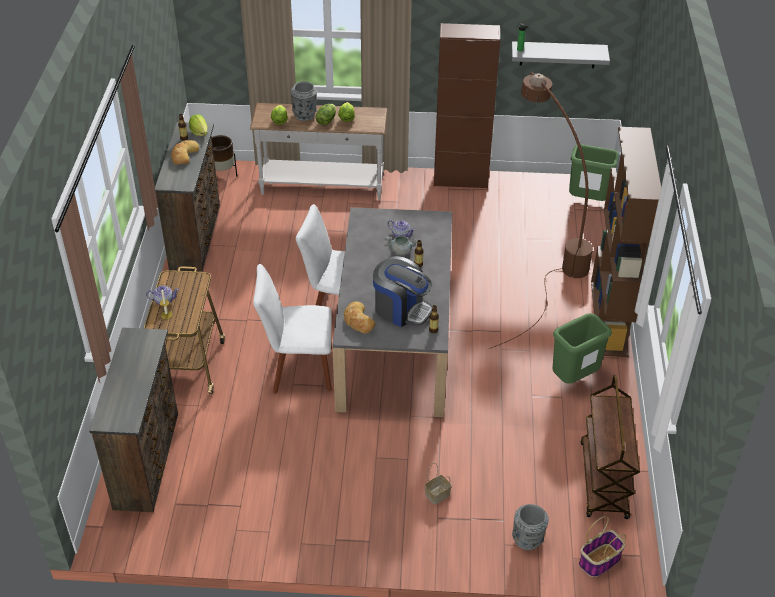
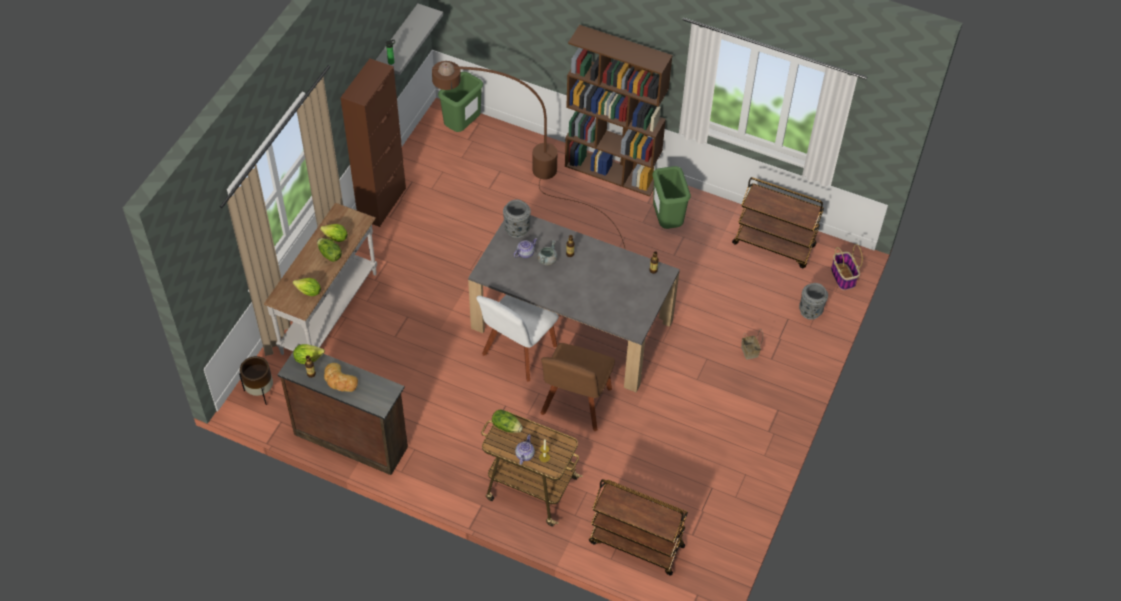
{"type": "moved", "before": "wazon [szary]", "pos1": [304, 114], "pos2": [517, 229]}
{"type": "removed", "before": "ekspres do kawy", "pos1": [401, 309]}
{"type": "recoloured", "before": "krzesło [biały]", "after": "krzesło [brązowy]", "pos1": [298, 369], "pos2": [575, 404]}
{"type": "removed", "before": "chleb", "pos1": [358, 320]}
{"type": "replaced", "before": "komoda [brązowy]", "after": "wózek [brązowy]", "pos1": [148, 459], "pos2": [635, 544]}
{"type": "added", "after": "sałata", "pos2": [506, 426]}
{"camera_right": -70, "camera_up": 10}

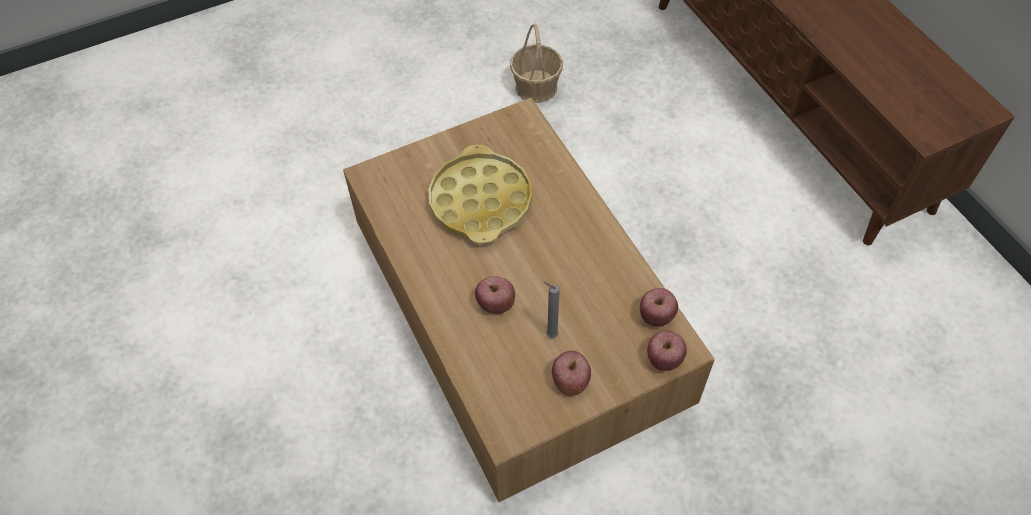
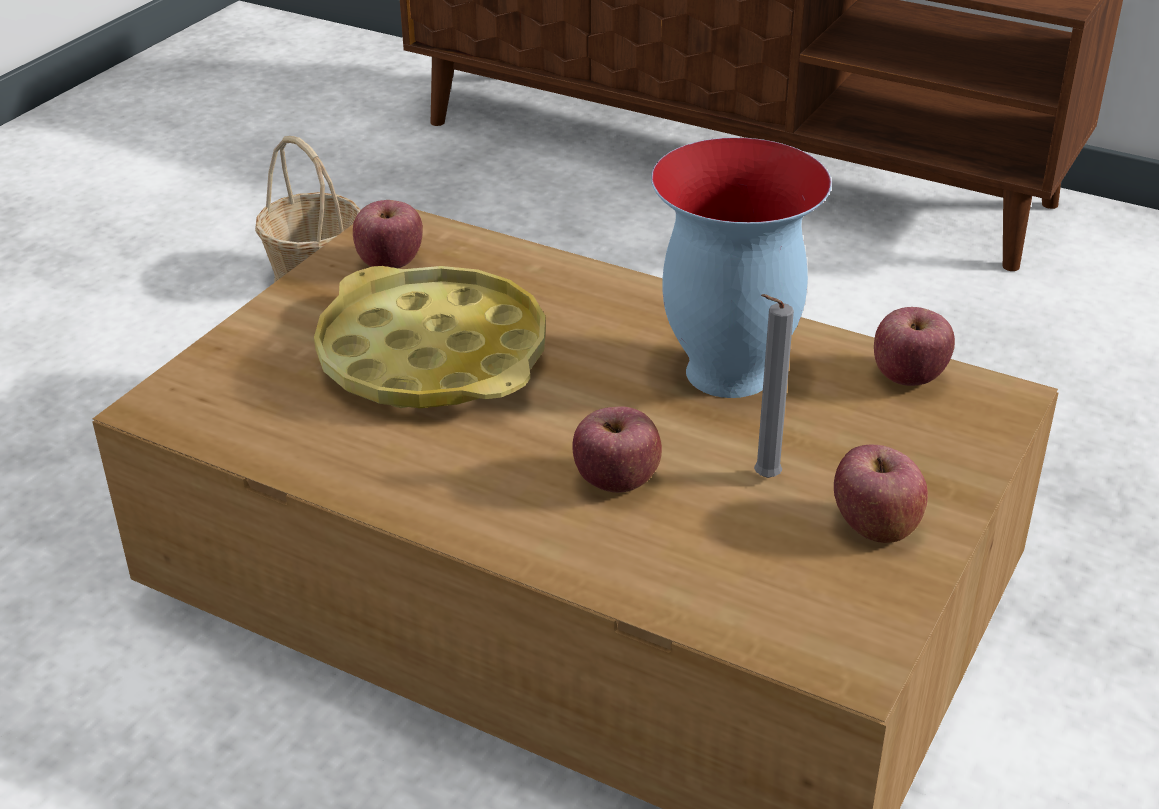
{"type": "moved", "before": "jabłko", "pos1": [664, 359], "pos2": [390, 263]}
{"type": "added", "after": "wazon", "pos2": [725, 372]}
{"camera_right": -35, "camera_up": -20}

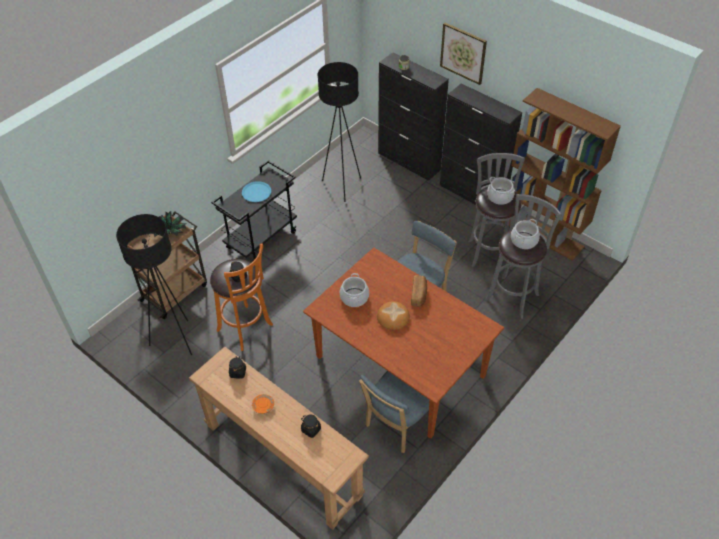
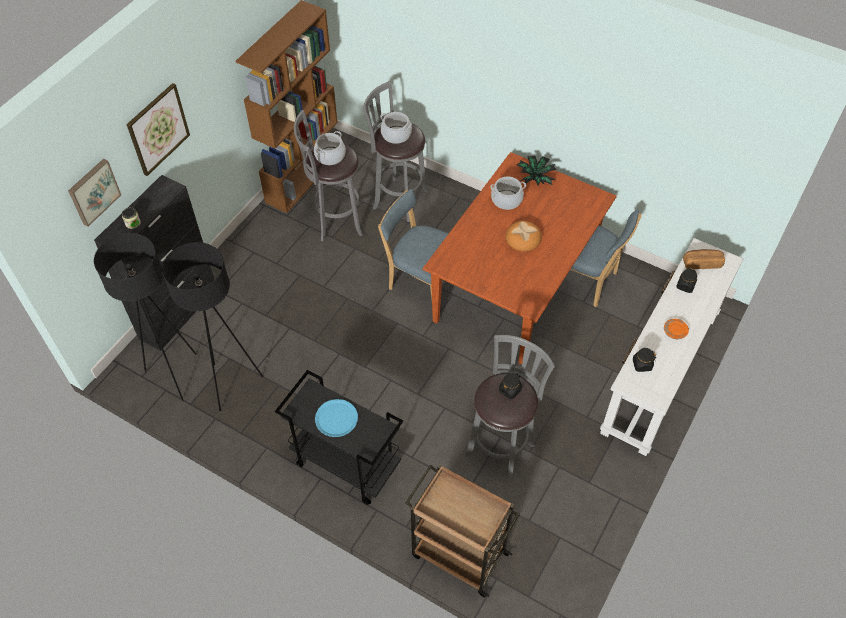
{"type": "removed", "before": "szafka [czarny]", "pos1": [472, 194]}
{"type": "moved", "before": "roślina doniczkowa", "pos1": [170, 232], "pos2": [535, 178]}
{"type": "moved", "before": "lampa stojąca [czarny]", "pos1": [175, 340], "pos2": [174, 375]}
{"type": "recoloured", "before": "stołek [pomarańczowy]", "after": "stołek [szary]", "pos1": [247, 329], "pos2": [501, 447]}
{"type": "moved", "before": "garnek", "pos1": [354, 297], "pos2": [506, 200]}
{"type": "moved", "before": "chleb", "pos1": [419, 295], "pos2": [701, 263]}
{"type": "recoloured", "before": "stolik konsolowy [brązowy]", "after": "stolik konsolowy [biały]", "pos1": [283, 459], "pos2": [659, 373]}
{"type": "added", "after": "obraz", "pos2": [93, 191]}
{"camera_right": -100, "camera_up": 5}

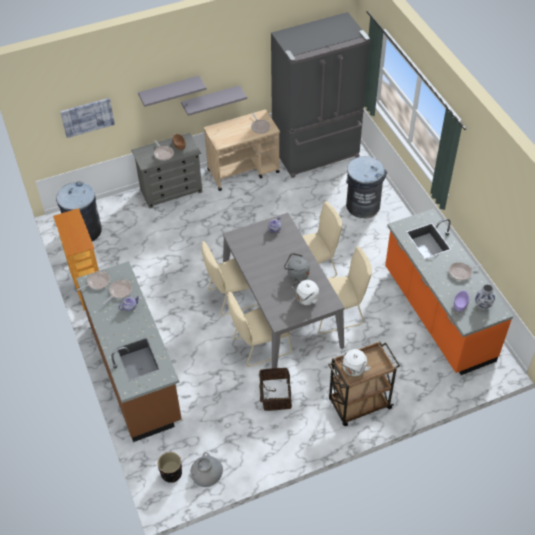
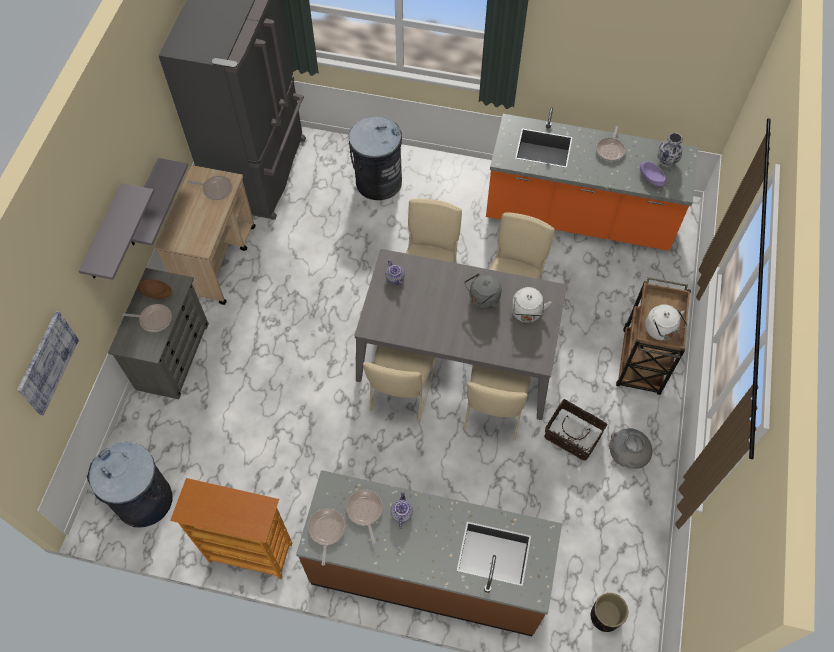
{"type": "moved", "before": "wazon [szary]", "pos1": [206, 472], "pos2": [630, 449]}
{"camera_right": -55, "camera_up": 10}

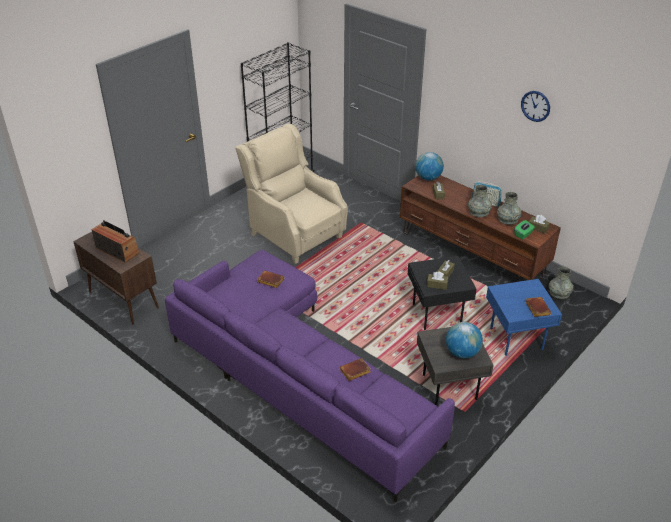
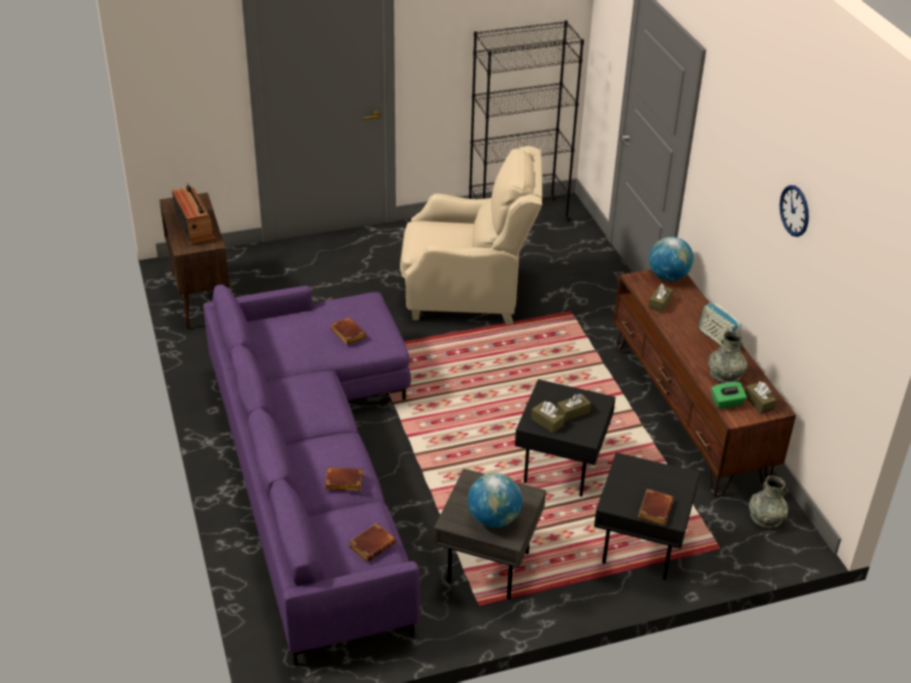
{"type": "turned", "before": "fotel [beżowy]", "pos1": [294, 234], "pos2": [469, 294], "turn": 105}
{"type": "removed", "before": "wazon [szary]", "pos1": [479, 212]}
{"type": "recoloured", "before": "stolik [niebieski]", "after": "stolik [czarny]", "pos1": [515, 340], "pos2": [637, 550]}
{"type": "added", "after": "książka [brązowy]", "pos2": [372, 544]}
{"camera_right": 30, "camera_up": 0}

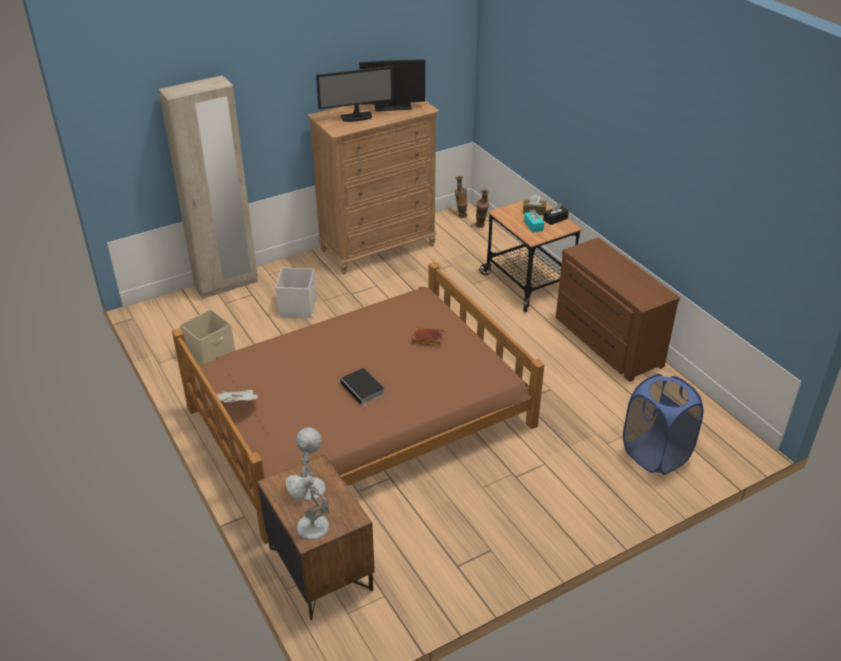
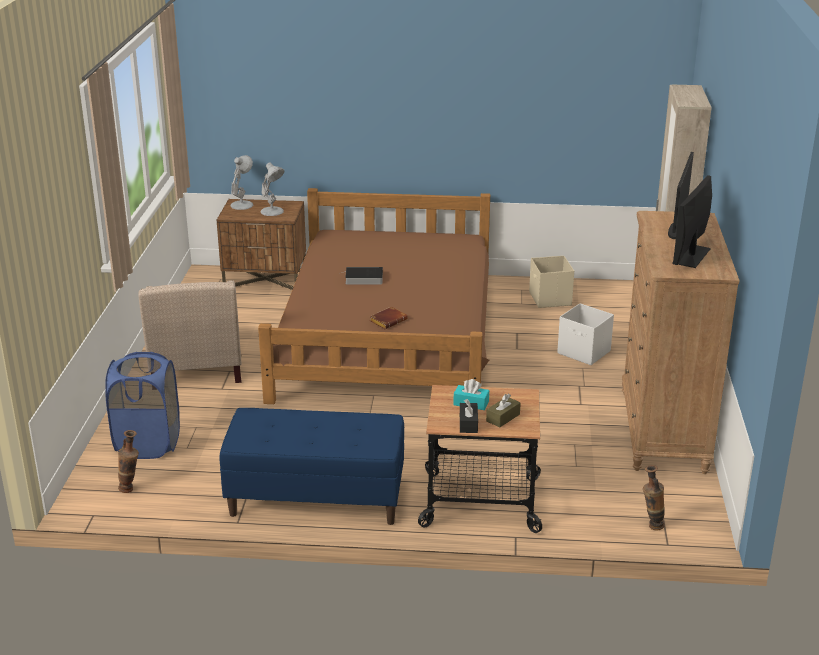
{"type": "moved", "before": "wazon", "pos1": [460, 215], "pos2": [131, 489]}
{"type": "replaced", "before": "komoda [brązowy]", "after": "ławka [niebieski]", "pos1": [605, 342], "pos2": [315, 499]}
{"type": "removed", "before": "gazeta", "pos1": [238, 405]}
{"type": "added", "after": "fotel [beżowy]", "pos2": [195, 372]}
{"camera_right": 125, "camera_up": -10}

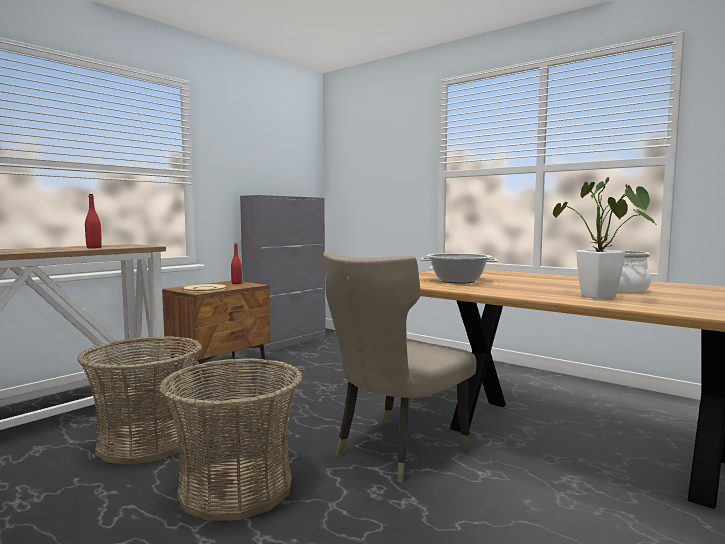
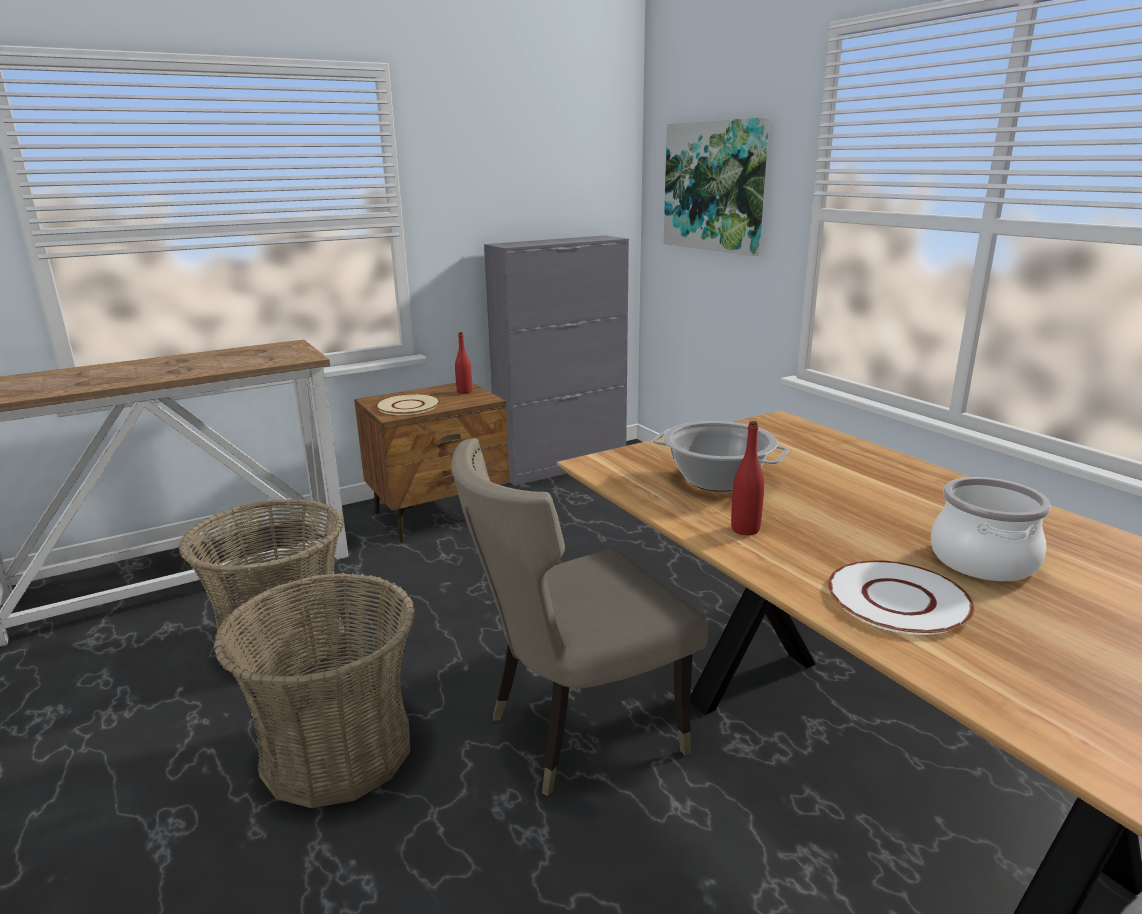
{"type": "replaced", "before": "roślina doniczkowa", "after": "talerz [biały]", "pos1": [603, 298], "pos2": [897, 600]}
{"type": "moved", "before": "butelka [czerwony]", "pos1": [94, 248], "pos2": [745, 529]}
{"type": "added", "after": "obraz", "pos2": [714, 186]}
{"camera_right": 20, "camera_up": 15}

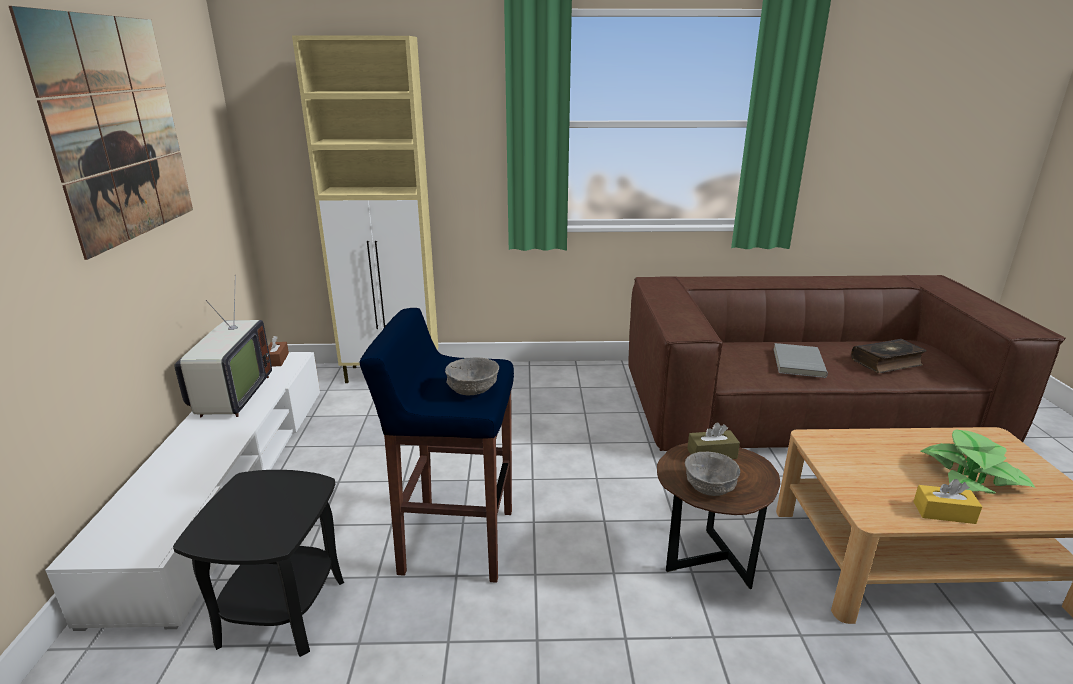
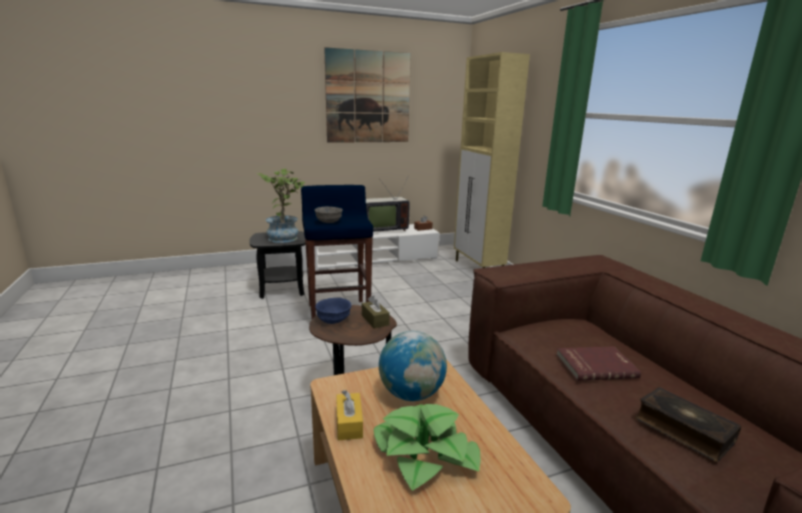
{"type": "recoloured", "before": "książka [szary]", "after": "książka [czerwony]", "pos1": [797, 362], "pos2": [595, 365]}
{"type": "recoloured", "before": "miska [szary]", "after": "miska [niebieski]", "pos1": [710, 487], "pos2": [333, 320]}
{"type": "added", "after": "roślina doniczkowa", "pos2": [285, 237]}
{"type": "added", "after": "globus", "pos2": [411, 394]}
{"camera_right": 70, "camera_up": -5}

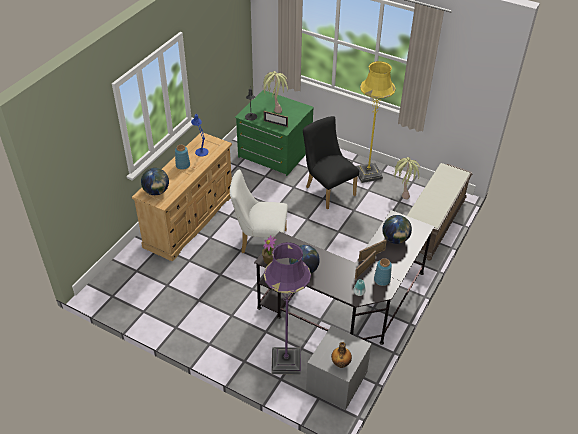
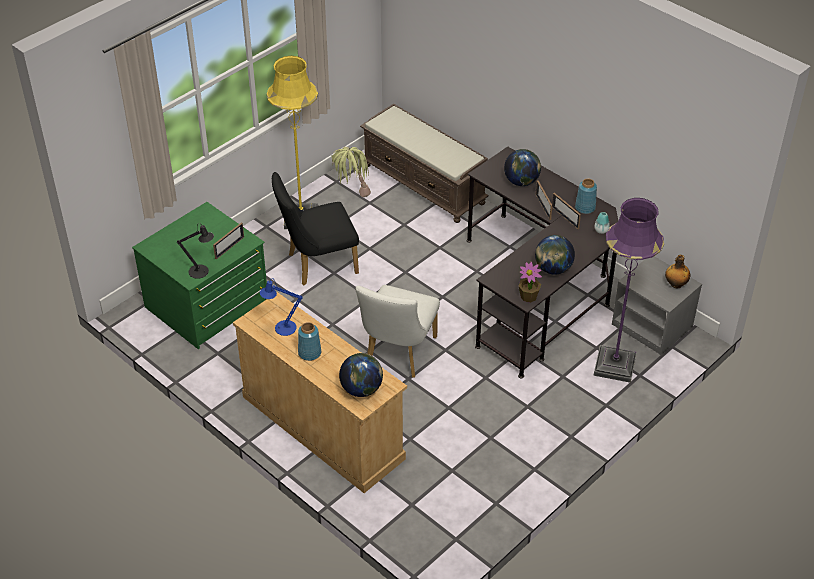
{"type": "removed", "before": "roślina doniczkowa", "pos1": [275, 107]}
{"camera_right": -75, "camera_up": 0}

